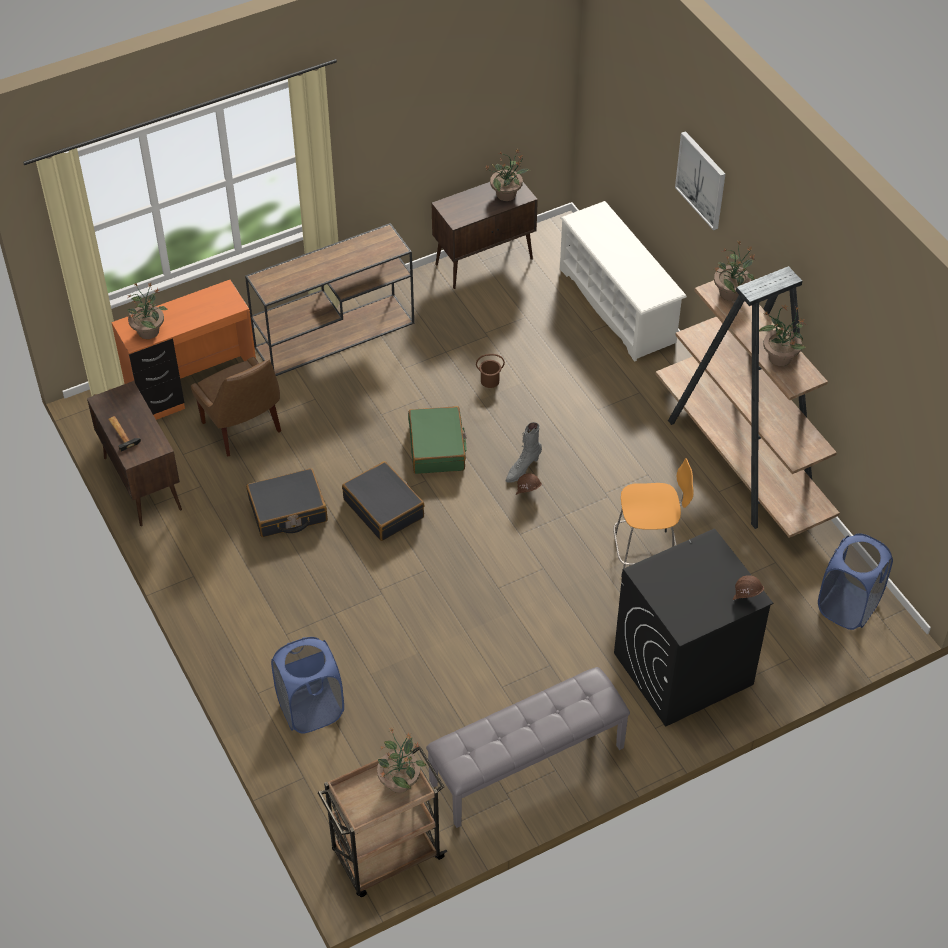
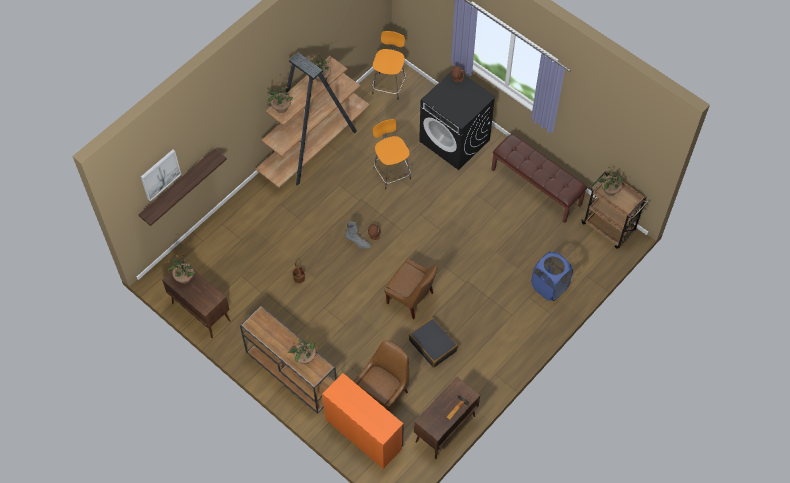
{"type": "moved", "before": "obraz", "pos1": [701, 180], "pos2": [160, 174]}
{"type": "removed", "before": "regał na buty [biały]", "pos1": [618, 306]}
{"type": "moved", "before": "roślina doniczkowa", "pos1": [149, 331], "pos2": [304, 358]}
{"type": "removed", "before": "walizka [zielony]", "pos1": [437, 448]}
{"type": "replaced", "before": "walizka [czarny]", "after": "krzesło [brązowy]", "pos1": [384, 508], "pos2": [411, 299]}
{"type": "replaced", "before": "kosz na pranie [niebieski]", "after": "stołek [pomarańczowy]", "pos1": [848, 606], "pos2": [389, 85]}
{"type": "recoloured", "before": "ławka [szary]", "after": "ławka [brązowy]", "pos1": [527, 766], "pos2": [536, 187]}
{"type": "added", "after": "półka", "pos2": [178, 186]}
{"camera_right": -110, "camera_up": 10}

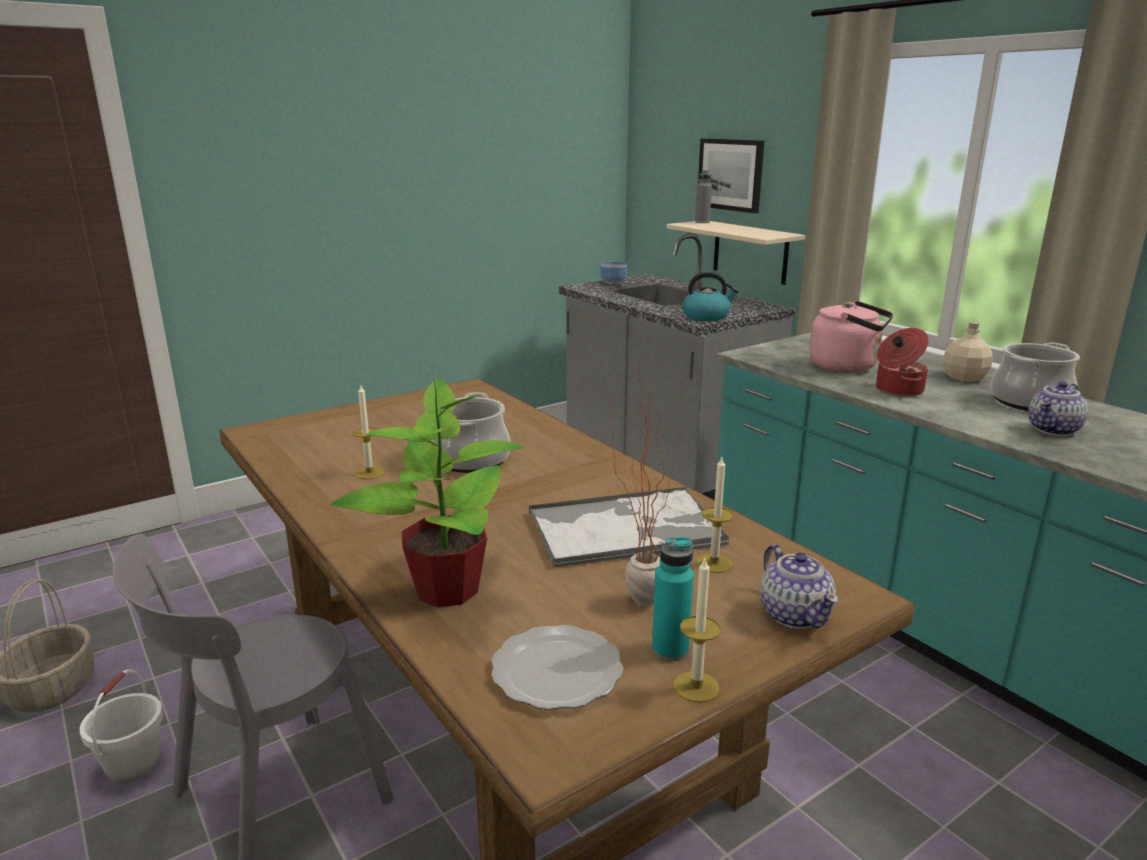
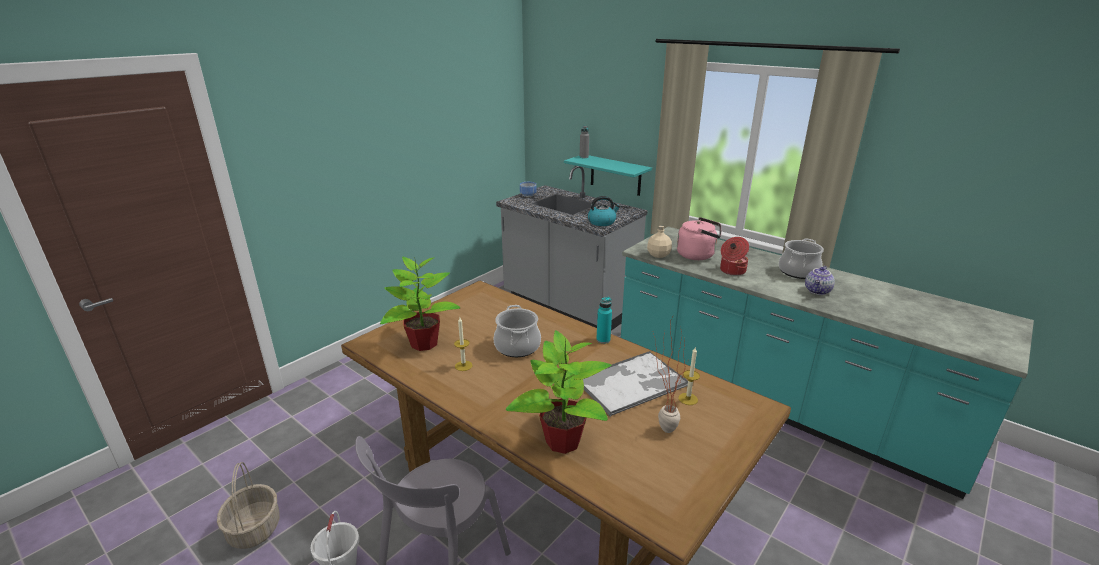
{"type": "removed", "before": "obraz", "pos1": [730, 174]}
{"type": "recoloured", "before": "półka [beżowy]", "after": "półka [turkusowy]", "pos1": [750, 252], "pos2": [615, 175]}
{"type": "moved", "before": "butelka [beżowy]", "pos1": [963, 378], "pos2": [658, 255]}
{"type": "moved", "before": "butelka [turkusowy]", "pos1": [670, 650], "pos2": [603, 340]}
{"type": "removed", "before": "imbryk", "pos1": [795, 614]}
{"type": "removed", "before": "świeca", "pos1": [696, 687]}
{"type": "removed", "before": "talerz", "pos1": [558, 670]}
{"type": "added", "after": "roślina doniczkowa", "pos2": [423, 343]}
{"camera_right": -15, "camera_up": 5}

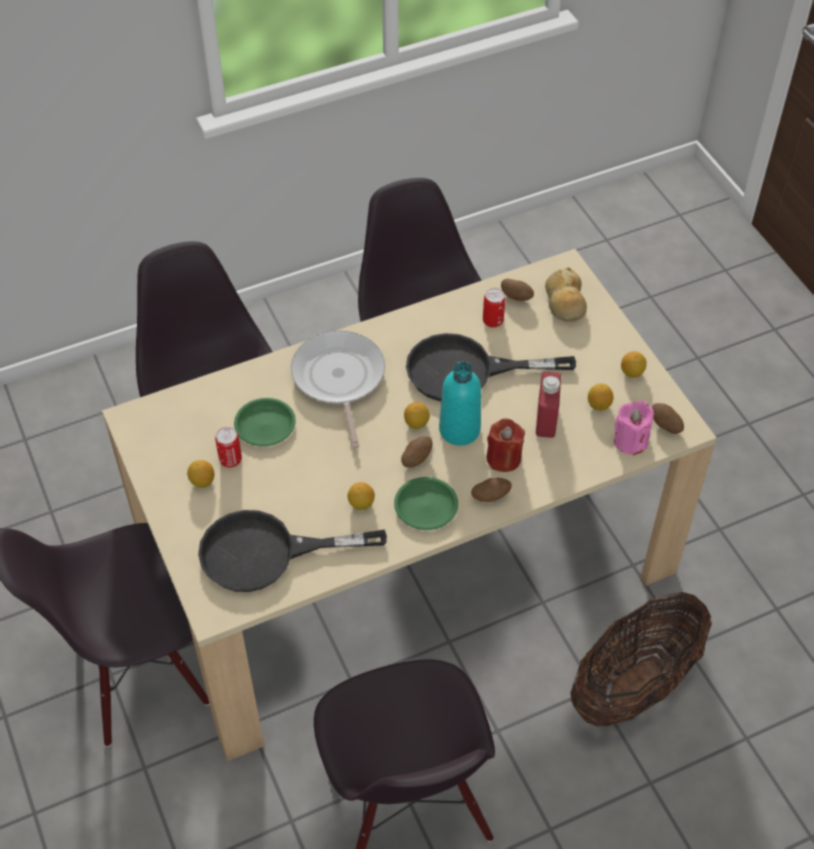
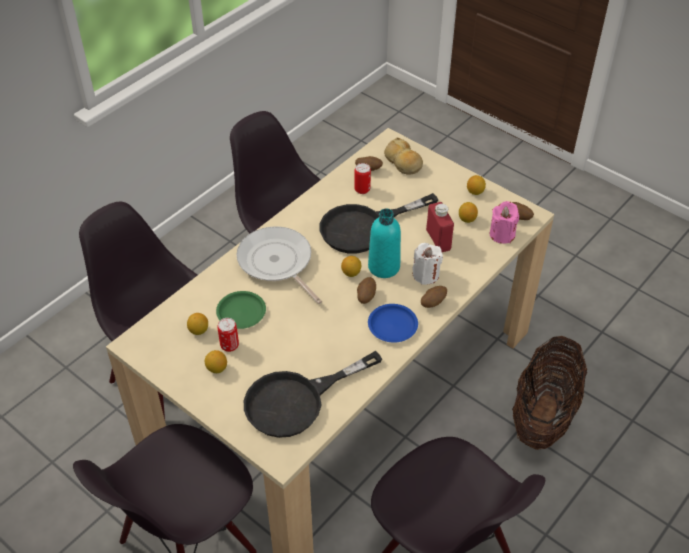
{"type": "recoloured", "before": "świeca [czerwony]", "after": "świeca [biały]", "pos1": [503, 458], "pos2": [426, 275]}
{"type": "recoloured", "before": "talerz [zielony]", "after": "talerz [niebieski]", "pos1": [426, 507], "pos2": [393, 326]}
{"type": "moved", "before": "cytryna", "pos1": [361, 504], "pos2": [199, 330]}
{"camera_right": -25, "camera_up": -5}

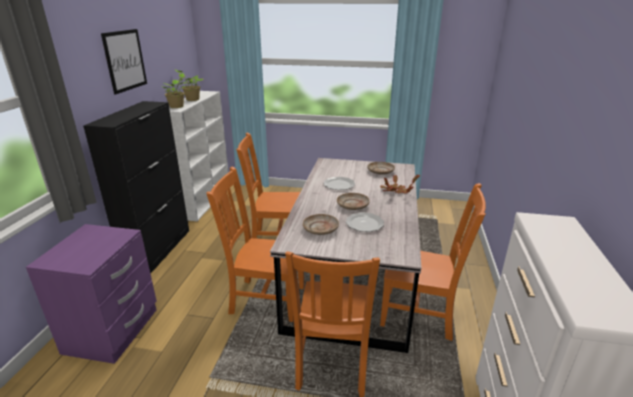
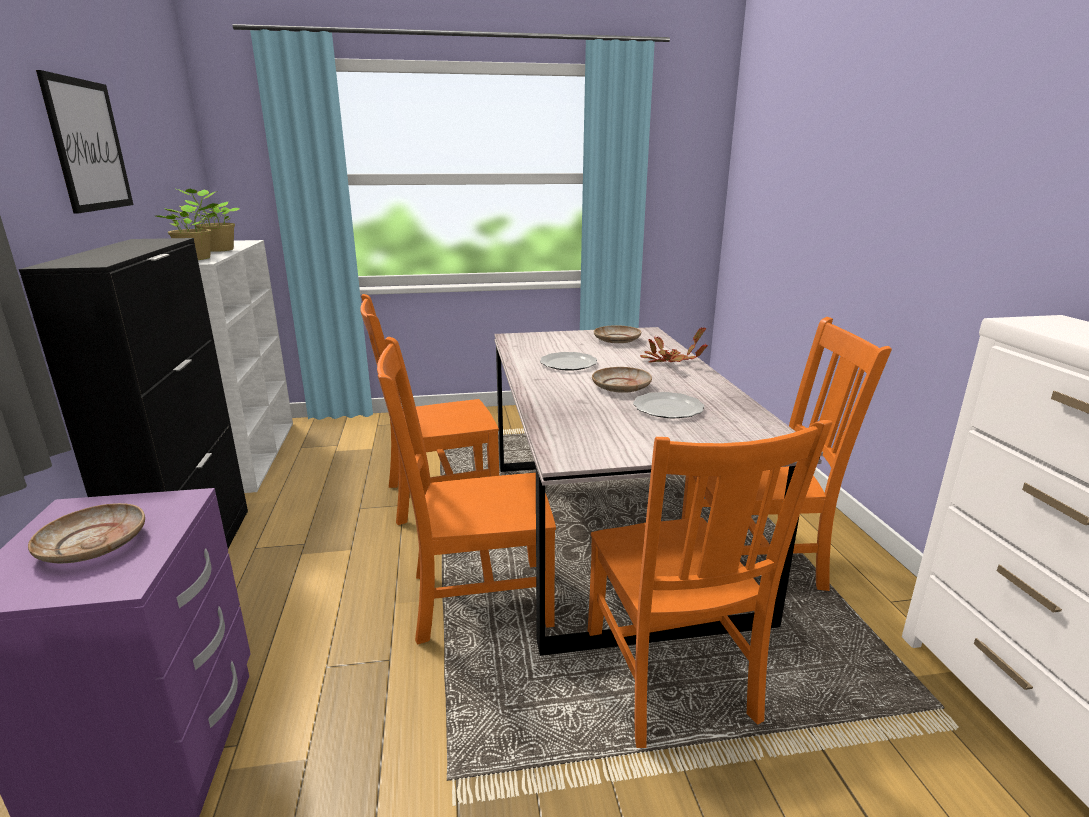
{"type": "moved", "before": "talerz [beżowy]", "pos1": [321, 229], "pos2": [94, 544]}
{"camera_right": -20, "camera_up": -5}

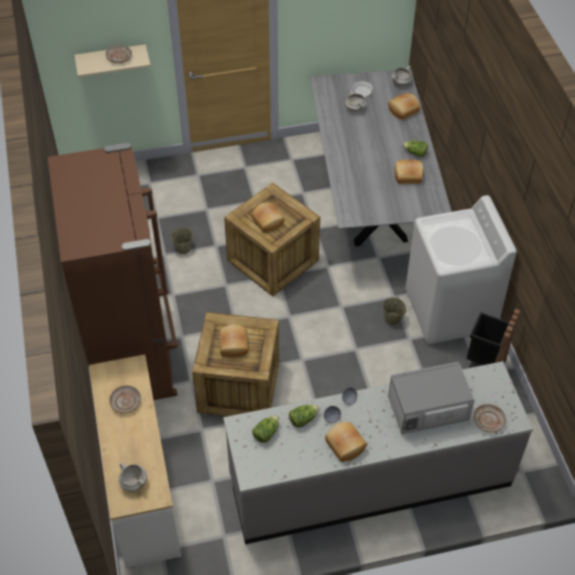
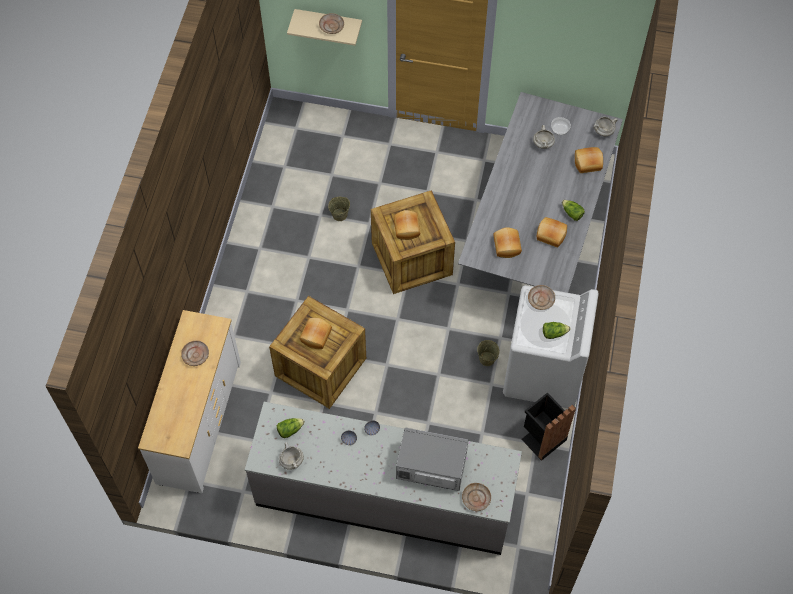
{"type": "removed", "before": "lodówka [brązowy]", "pos1": [133, 353]}
{"type": "moved", "before": "sałata", "pos1": [303, 419], "pos2": [554, 333]}
{"type": "moved", "before": "chleb", "pos1": [344, 446], "pos2": [506, 246]}
{"type": "moved", "before": "garnek [biały]", "pos1": [133, 483], "pos2": [291, 461]}
{"type": "added", "after": "talerz [beżowy]", "pos2": [541, 299]}
{"camera_right": 25, "camera_up": 10}

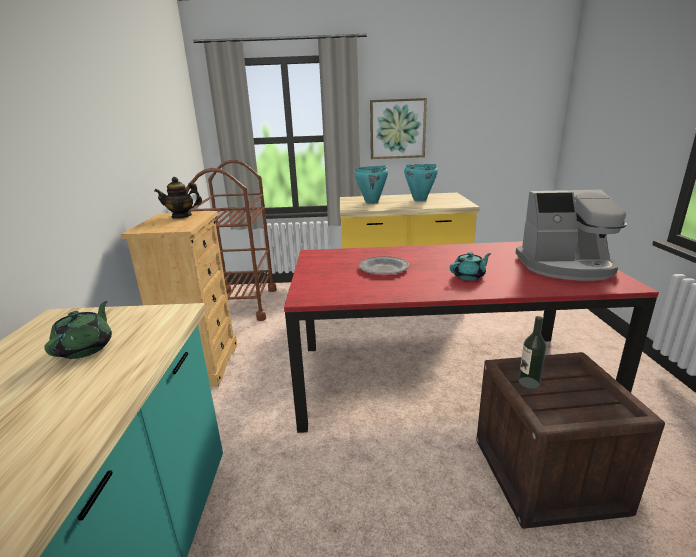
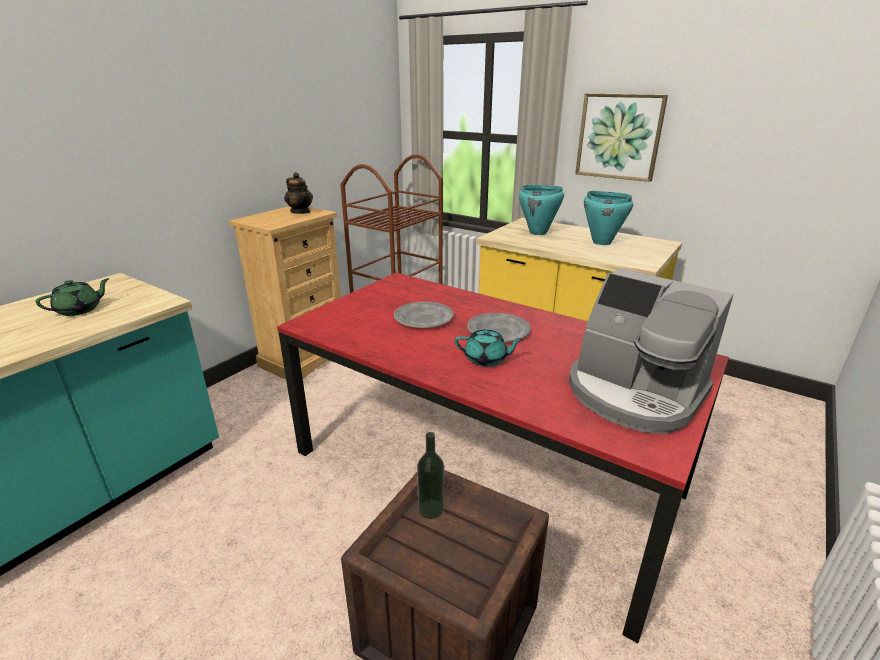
{"type": "turned", "before": "imbryk", "pos1": [182, 216], "pos2": [300, 212], "turn": -150}
{"type": "added", "after": "talerz [szary]", "pos2": [498, 331]}
{"camera_right": 35, "camera_up": 5}

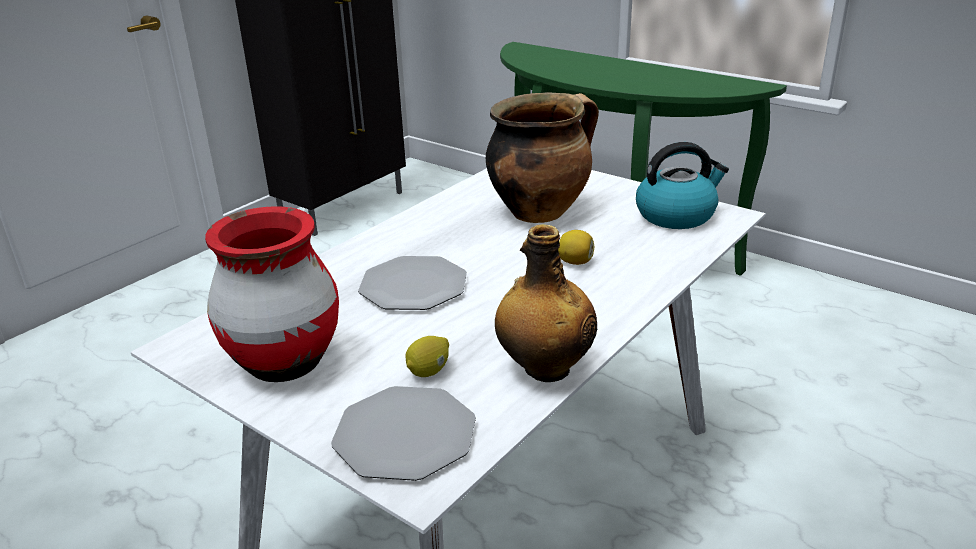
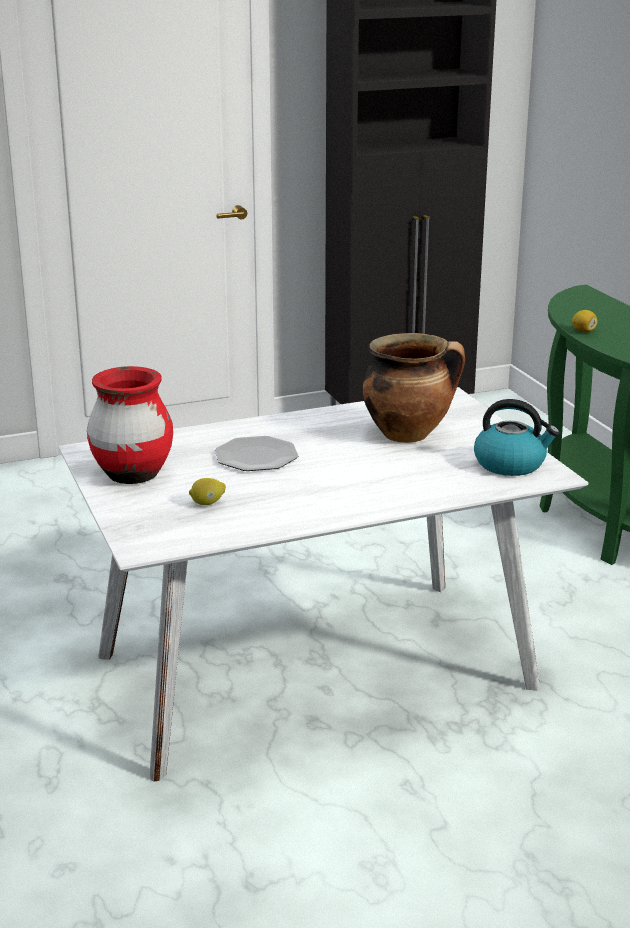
{"type": "removed", "before": "butelka", "pos1": [545, 368]}
{"type": "moved", "before": "cytryna", "pos1": [575, 262], "pos2": [583, 331]}
{"type": "removed", "before": "talerz", "pos1": [404, 435]}
{"camera_right": 30, "camera_up": -5}

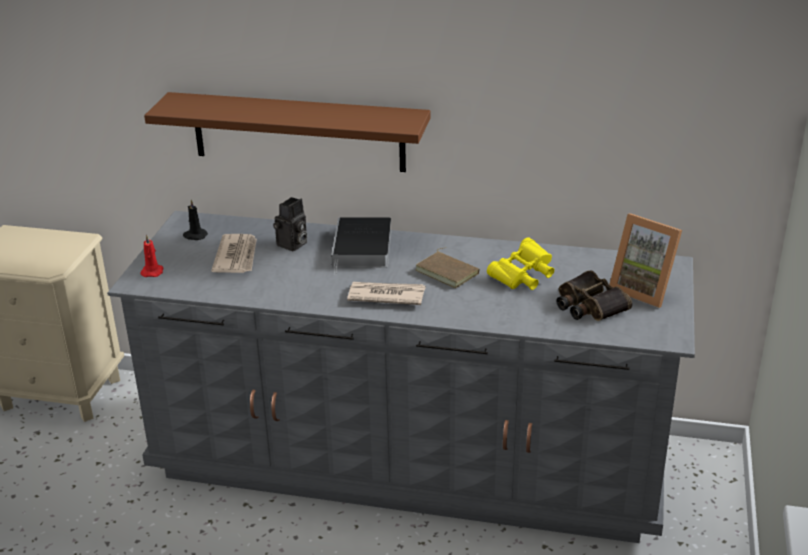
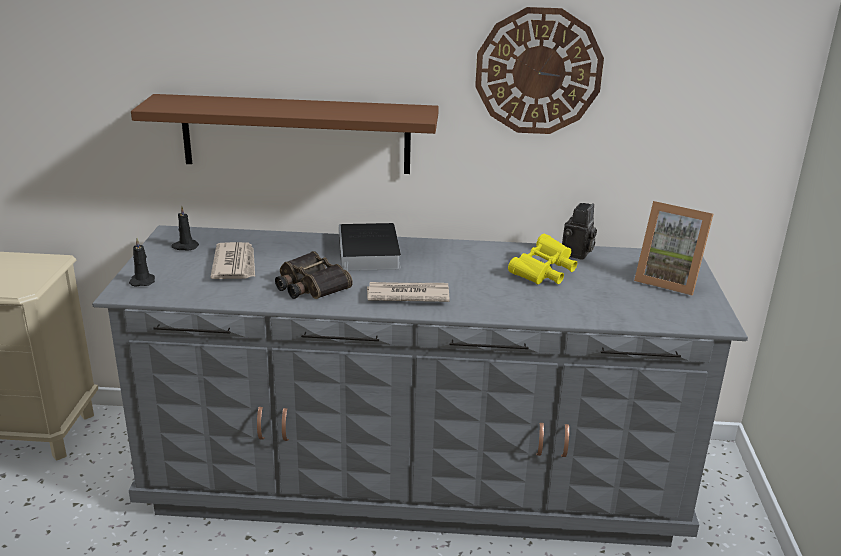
{"type": "moved", "before": "aparat fotograficzny", "pos1": [292, 245], "pos2": [577, 254]}
{"type": "recoloured", "before": "świeca [czerwony]", "after": "świeca [czarny]", "pos1": [152, 271], "pos2": [143, 281]}
{"type": "removed", "before": "książka [brązowy]", "pos1": [448, 272]}
{"type": "moved", "before": "lornetka", "pos1": [588, 305], "pos2": [309, 285]}
{"type": "added", "after": "zegar ścienny", "pos2": [538, 71]}
{"camera_right": -10, "camera_up": -5}

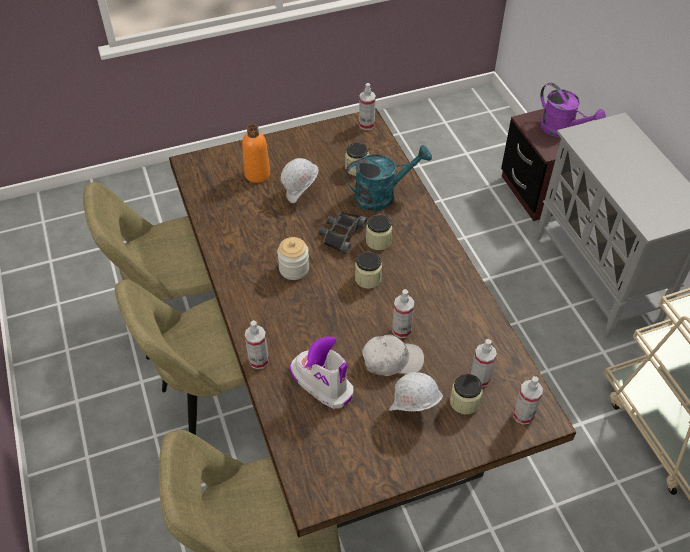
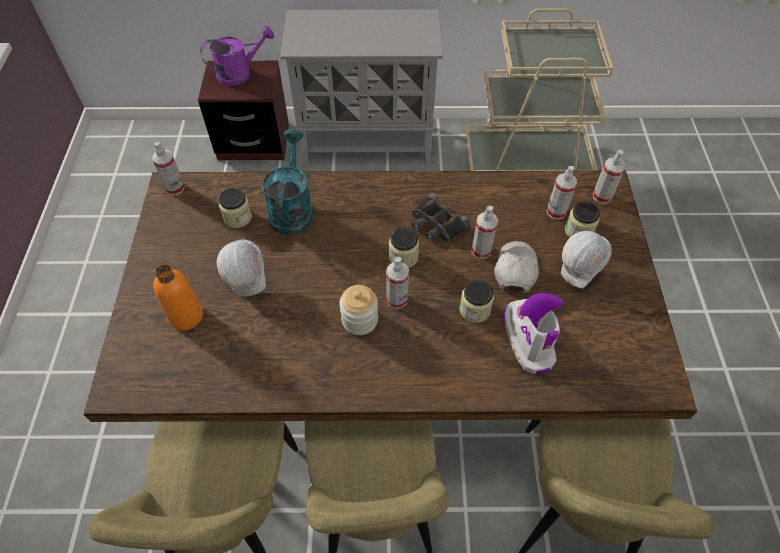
{"type": "moved", "before": "lornetka [czarny]", "pos1": [341, 234], "pos2": [436, 224]}
{"type": "moved", "before": "słoik", "pos1": [378, 241], "pos2": [474, 309]}
{"type": "moved", "before": "spryskiwacz", "pos1": [258, 360], "pos2": [397, 299]}
{"type": "turned", "before": "but z cholewką", "pos1": [321, 383], "pos2": [527, 339], "turn": 105}
{"camera_right": -70, "camera_up": 5}

